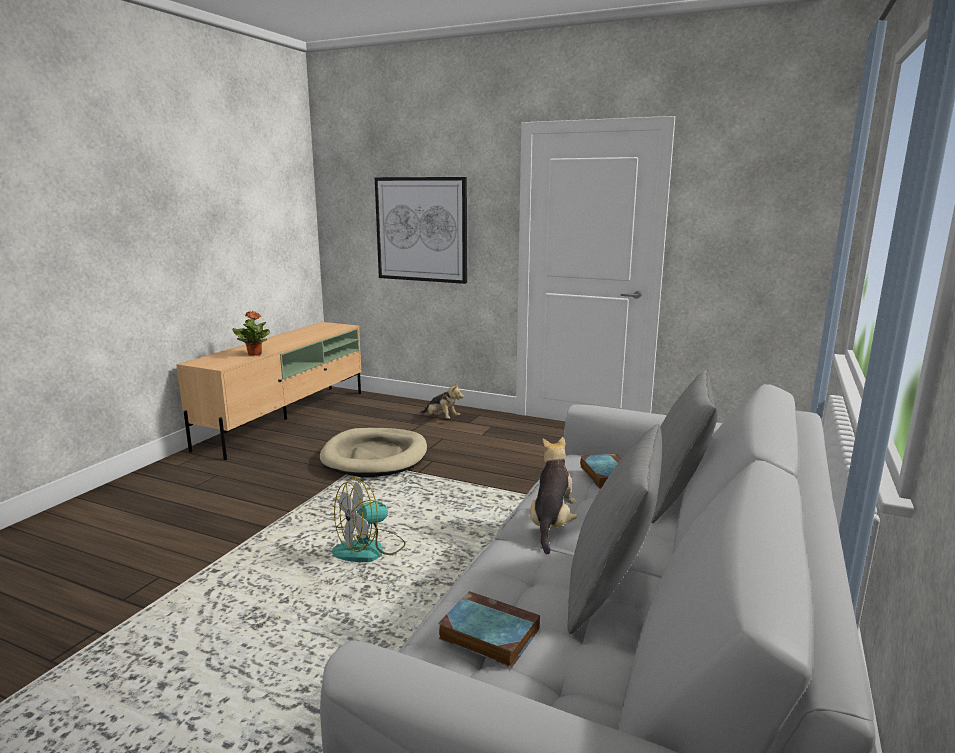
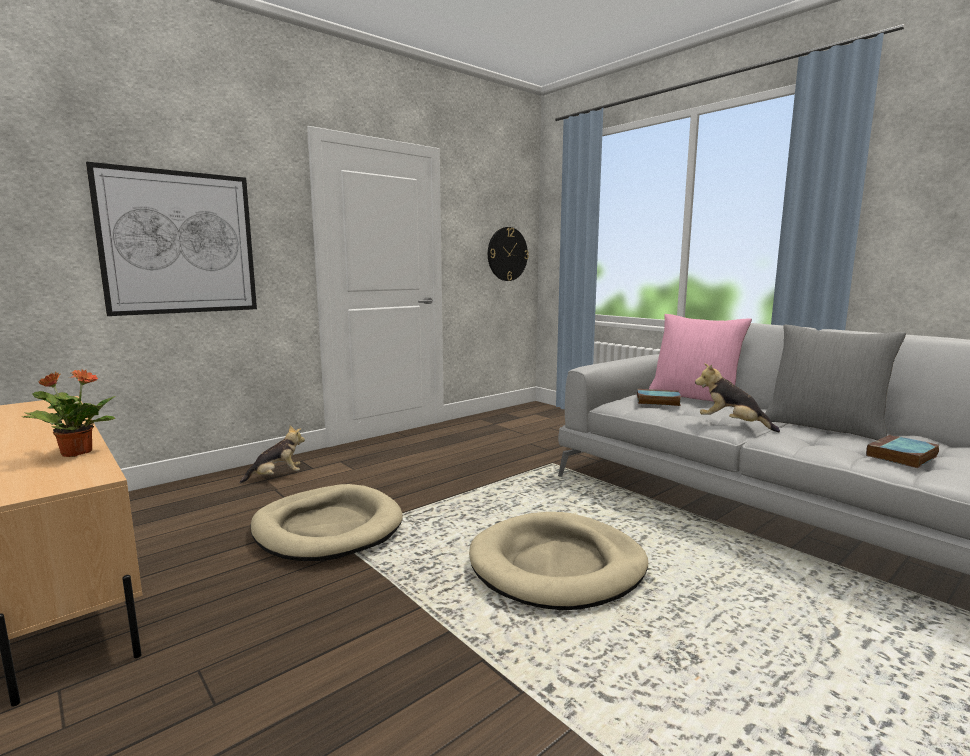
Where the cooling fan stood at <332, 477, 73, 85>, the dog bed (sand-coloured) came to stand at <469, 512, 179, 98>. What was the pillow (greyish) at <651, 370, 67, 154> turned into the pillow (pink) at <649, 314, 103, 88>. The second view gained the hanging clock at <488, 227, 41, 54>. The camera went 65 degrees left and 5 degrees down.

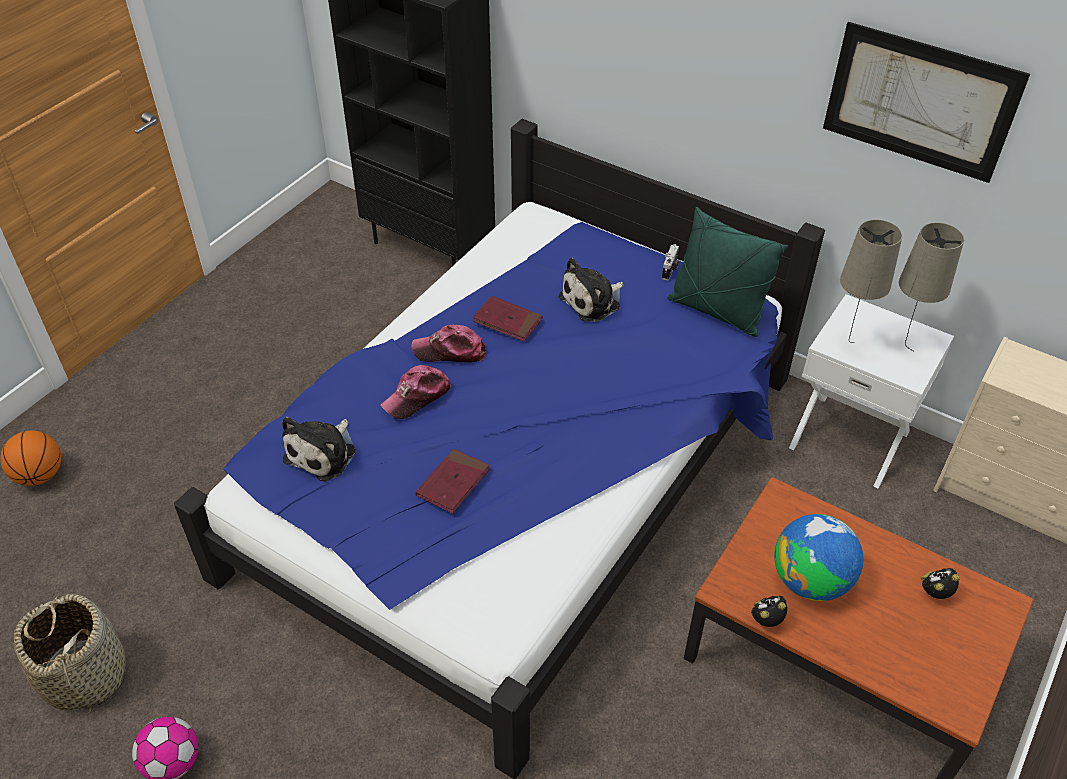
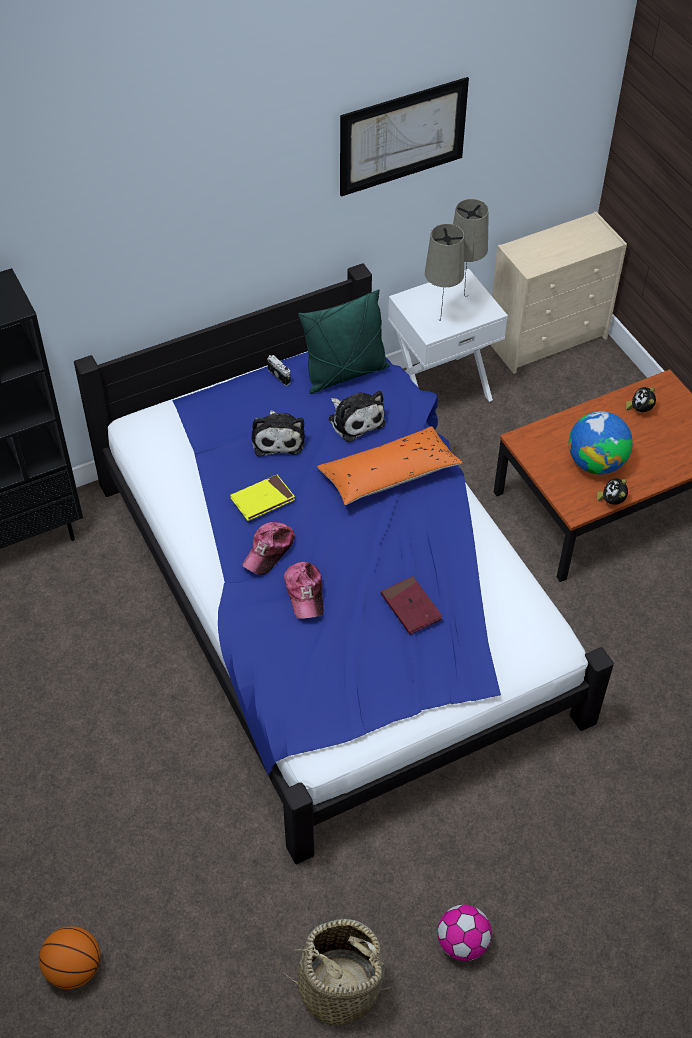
The plush toy ended up elsewhere, having gone from <282, 417, 74, 64> to <328, 391, 58, 51>. What was the book (reddish) at <473, 296, 70, 46> turned into the book (yellow) at <230, 475, 65, 46>. The second view gained the pillow (orangey) at <317, 426, 146, 79>. The camera went 60 degrees left and 5 degrees up.

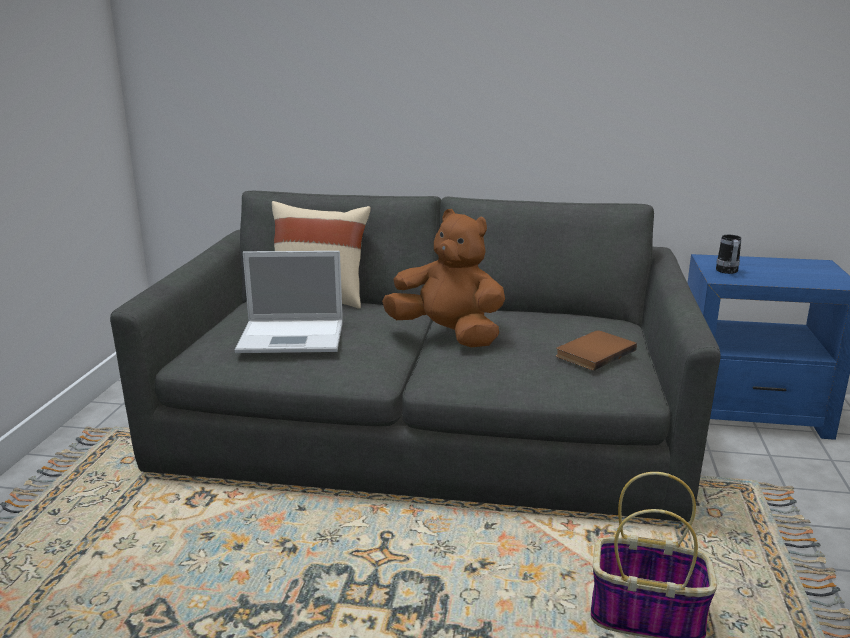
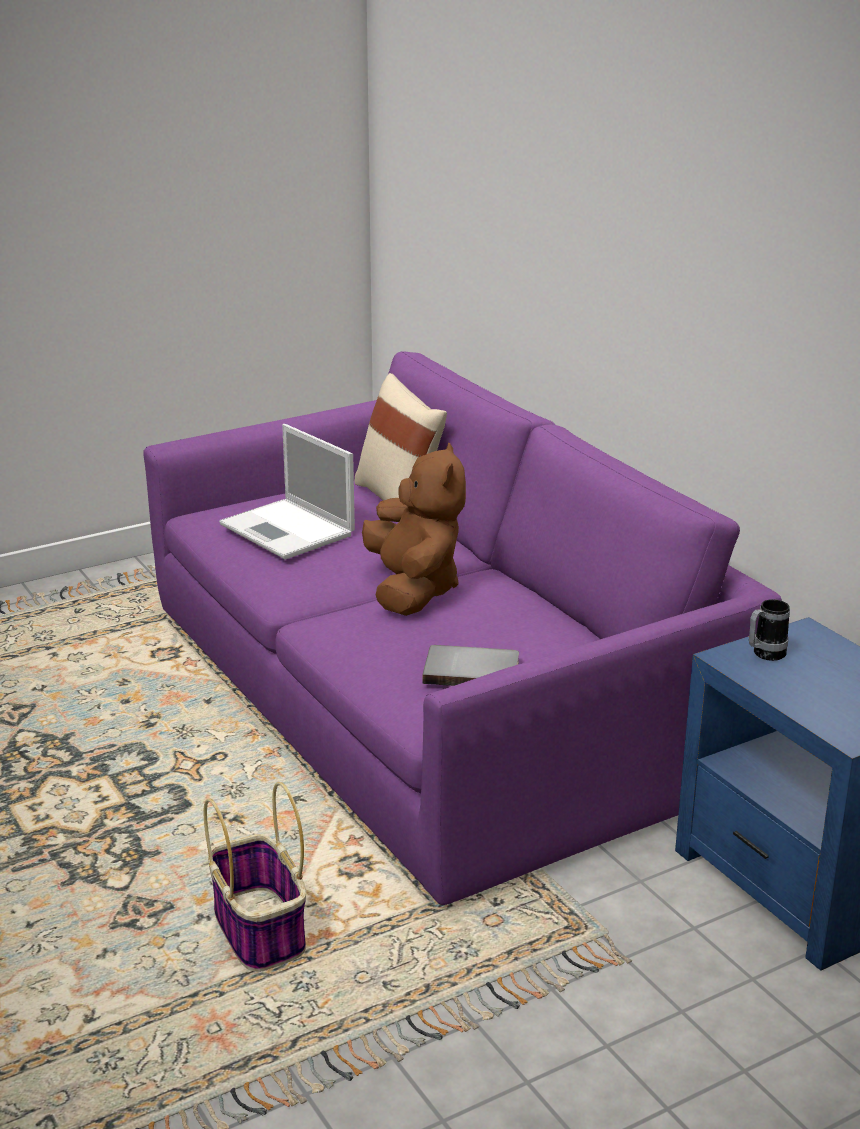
What was the settee (greyish) at <110, 191, 611, 331> turned into the settee (purple) at <143, 352, 639, 553>. What was the book (brown) at <556, 330, 81, 41> turned into the book (greyish) at <422, 645, 97, 41>. The camera went 50 degrees right and 5 degrees up.

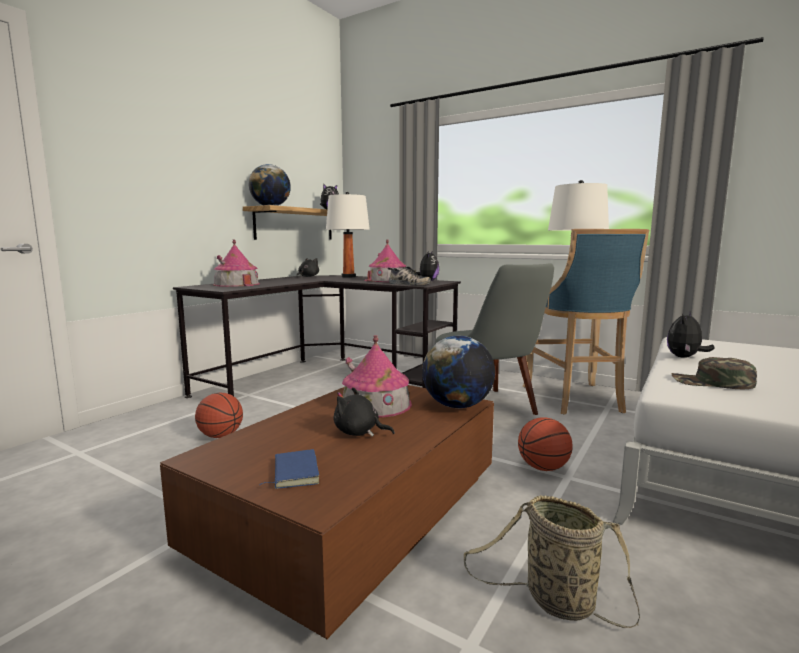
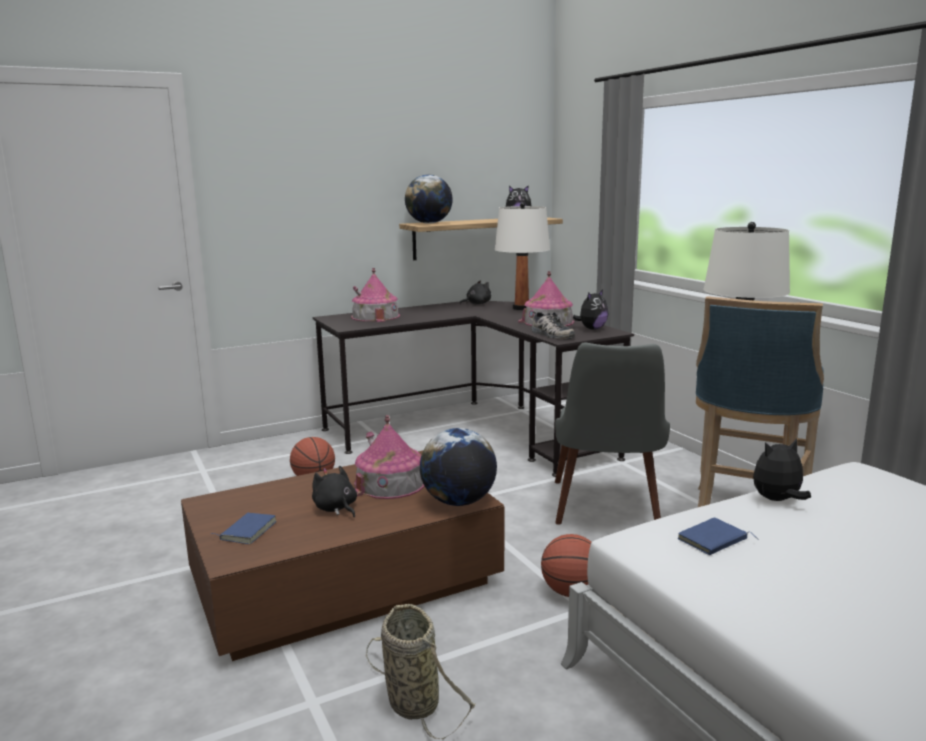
Where the peaked cap (green-coloured) stood at <672, 357, 85, 32>, the book (bluish) came to stand at <678, 517, 81, 38>. The camera went 30 degrees right and 5 degrees up.

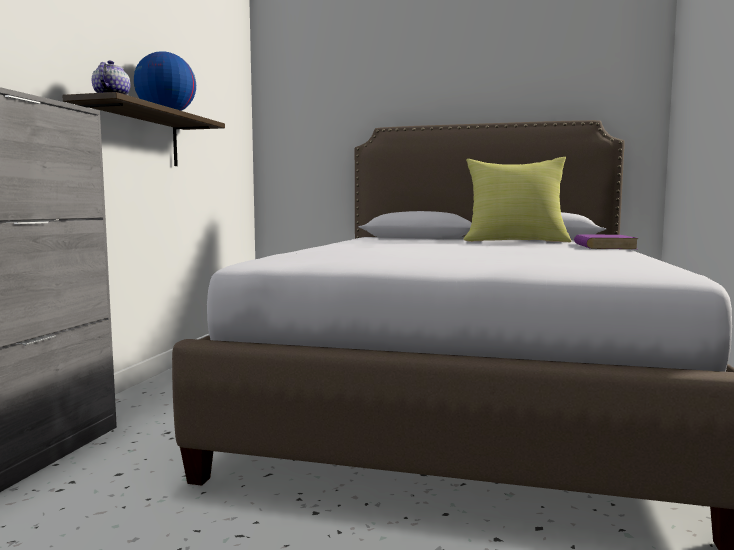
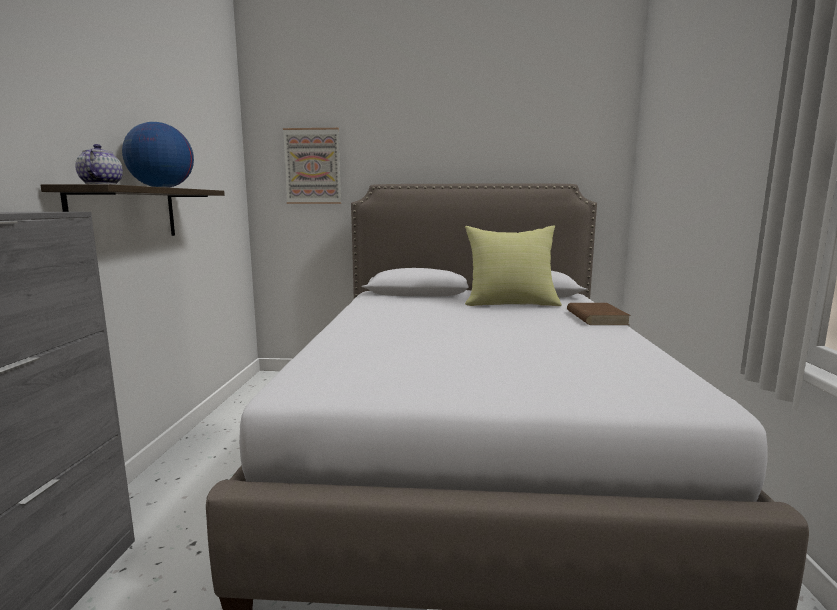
What was the book (purple) at <574, 234, 65, 15> turned into the book (brown) at <567, 303, 64, 22>. The second view gained the picture at <283, 128, 58, 76>. The camera went 10 degrees left and 5 degrees up.

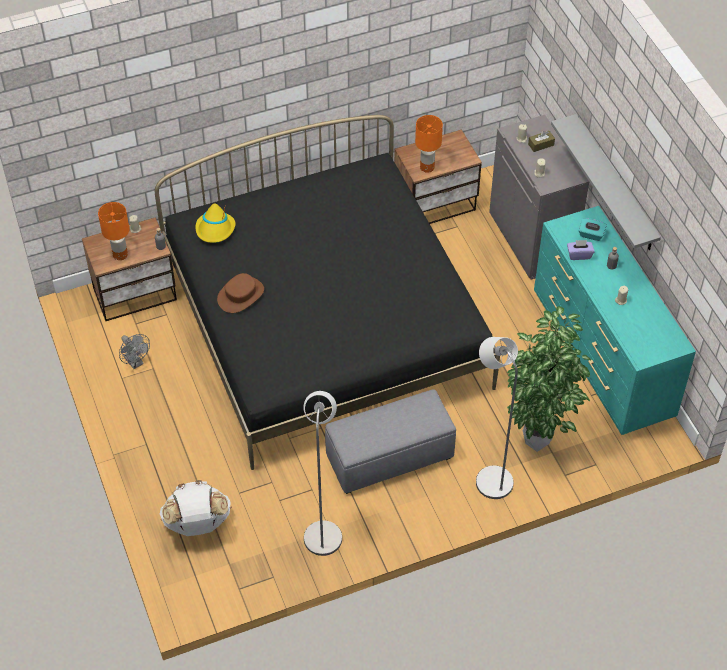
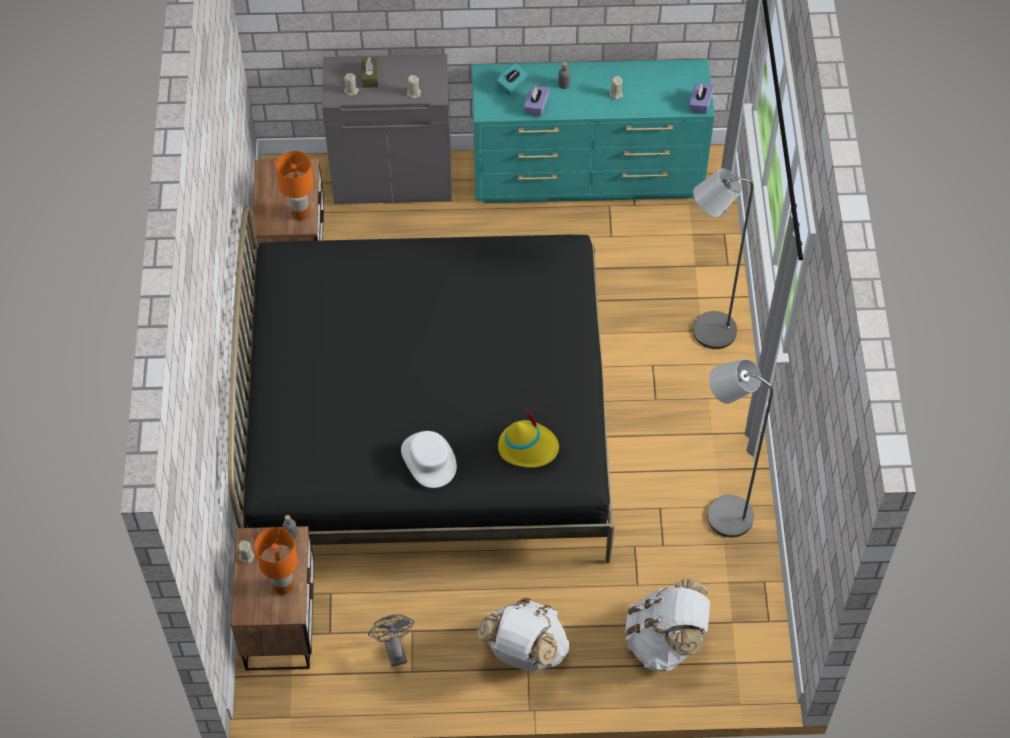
The cooling fan (greyish) at <119, 334, 31, 35> ended up facing another way, 90 degrees counterclockwise from before. The hat (yellow) ended up elsewhere, having gone from <196, 203, 39, 40> to <498, 410, 61, 58>. What was the hat (brown) at <217, 273, 47, 40> turned into the hat (whitish) at <401, 431, 56, 57>. The second view lost the ottoman (greyish) at <325, 389, 131, 105>. The second view lost the potted plant at <507, 306, 84, 146>. The second view lost the bracket shelf (greyish) at <551, 114, 110, 136>. The second view gained the backpack (whitish) at <478, 598, 91, 74>. The second view gained the box of tissues (purple) at <689, 83, 25, 31>. The camera went 70 degrees left and 5 degrees up.

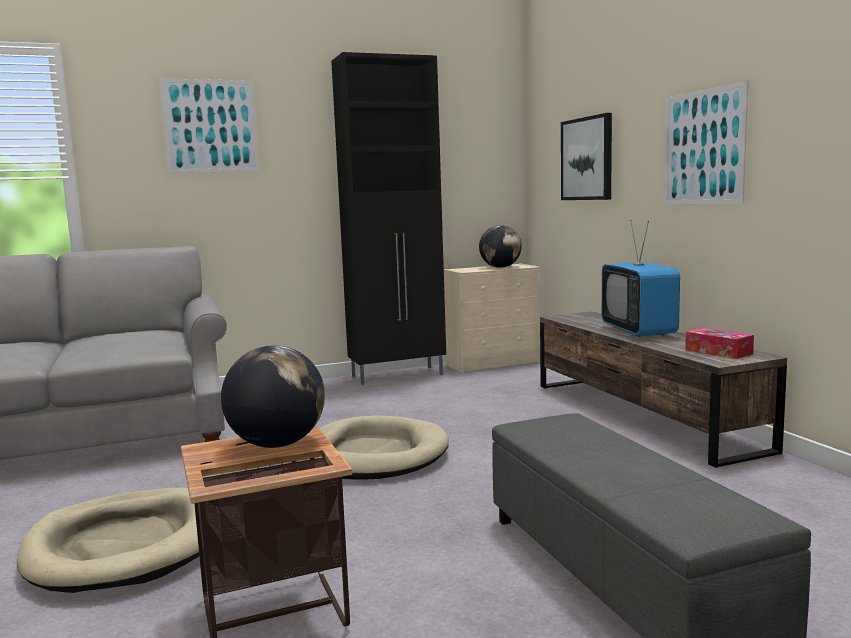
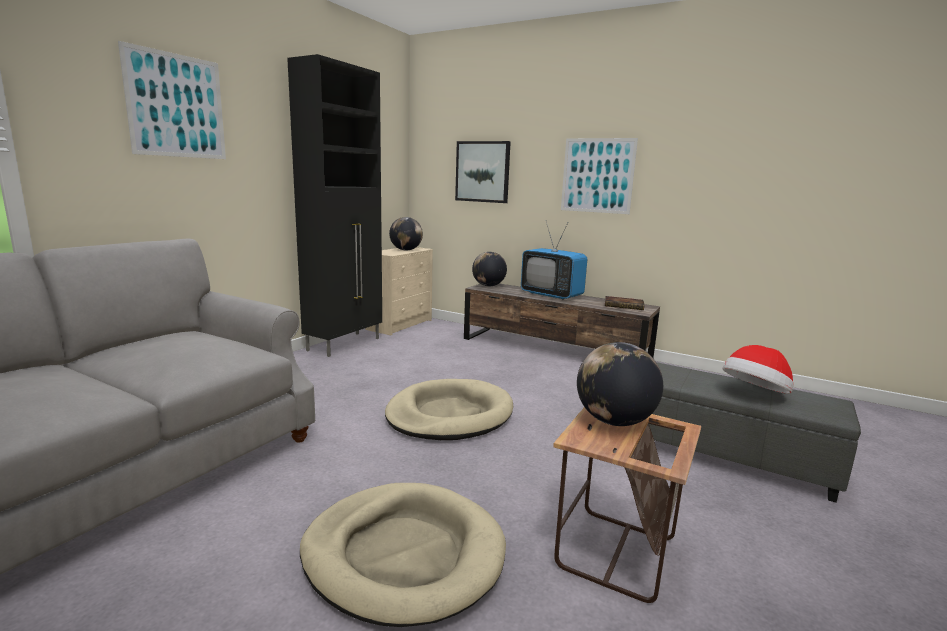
Where the box of tissues stood at <685, 328, 69, 31>, the book came to stand at <605, 296, 39, 14>. The second view gained the desk globe at <472, 252, 35, 34>. The second view gained the hat at <722, 345, 72, 49>. The camera went 40 degrees left and 5 degrees up.

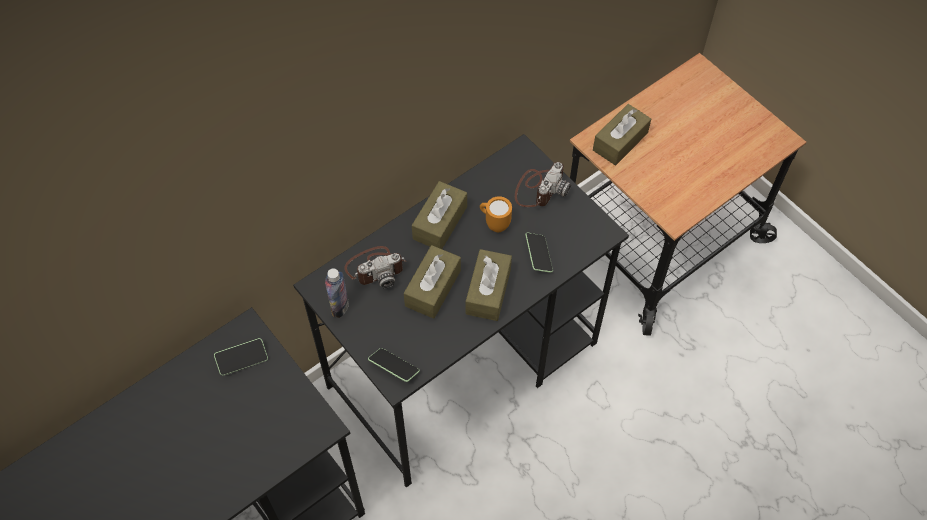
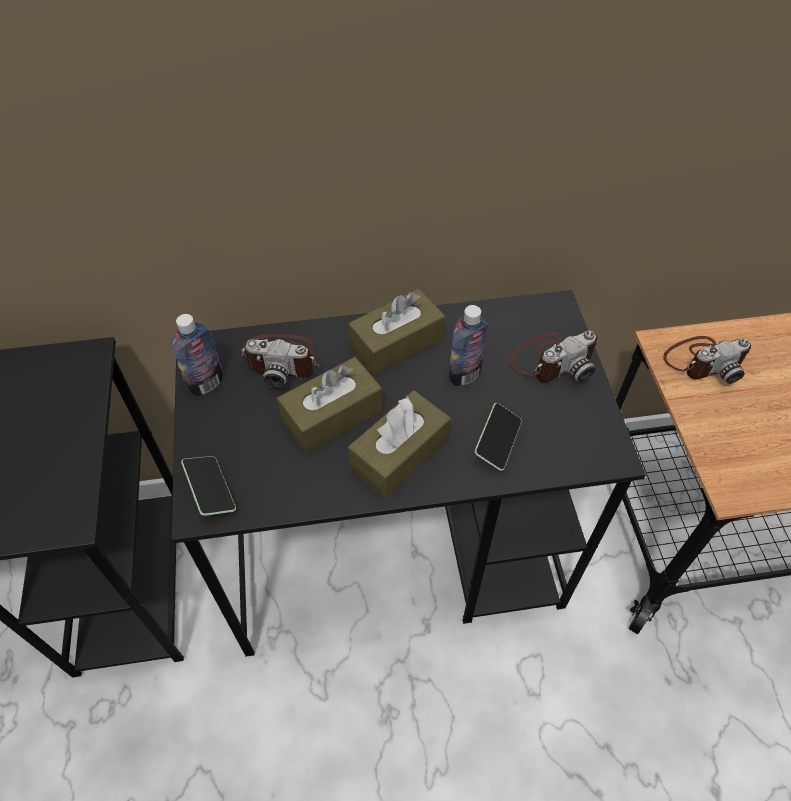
The second view lost the handset at <214, 338, 54, 38>. Where the mug (orangey) stood at <480, 196, 32, 36>, the drink bottle came to stand at <449, 305, 39, 81>. Where the box of tissues (brown) stood at <593, 104, 58, 61>, the still camera came to stand at <663, 336, 88, 48>. The camera went 30 degrees right and 5 degrees down.

